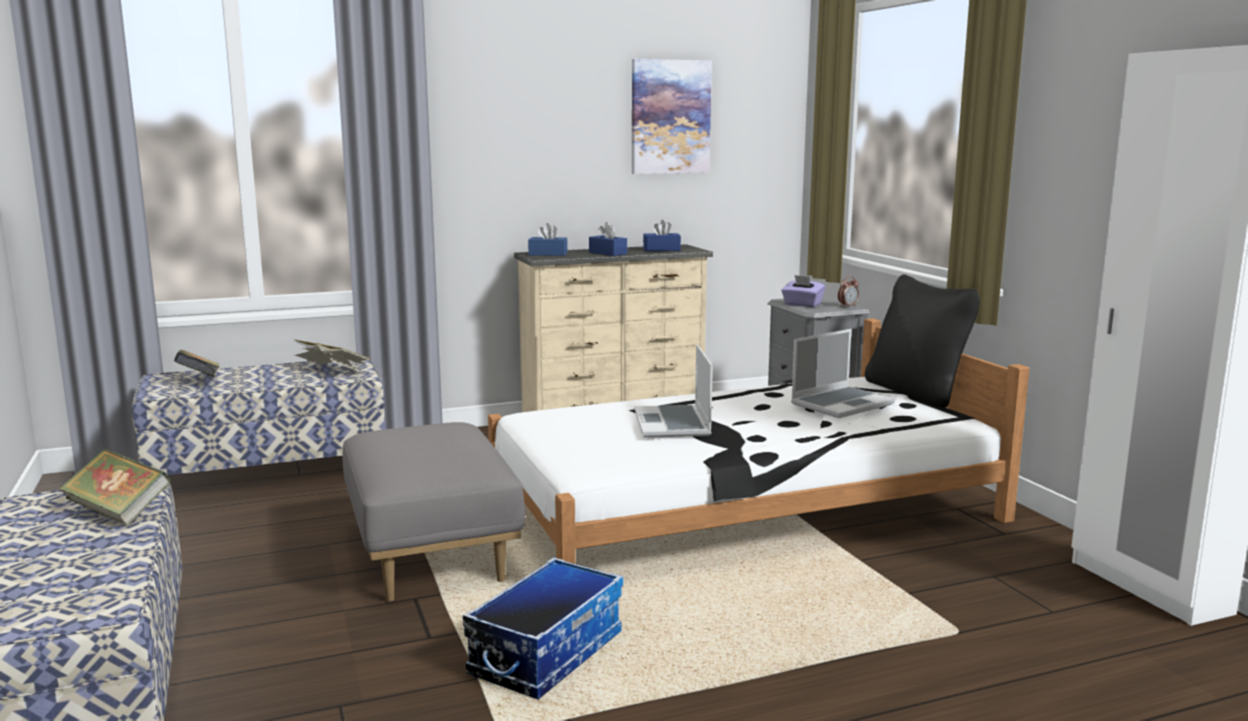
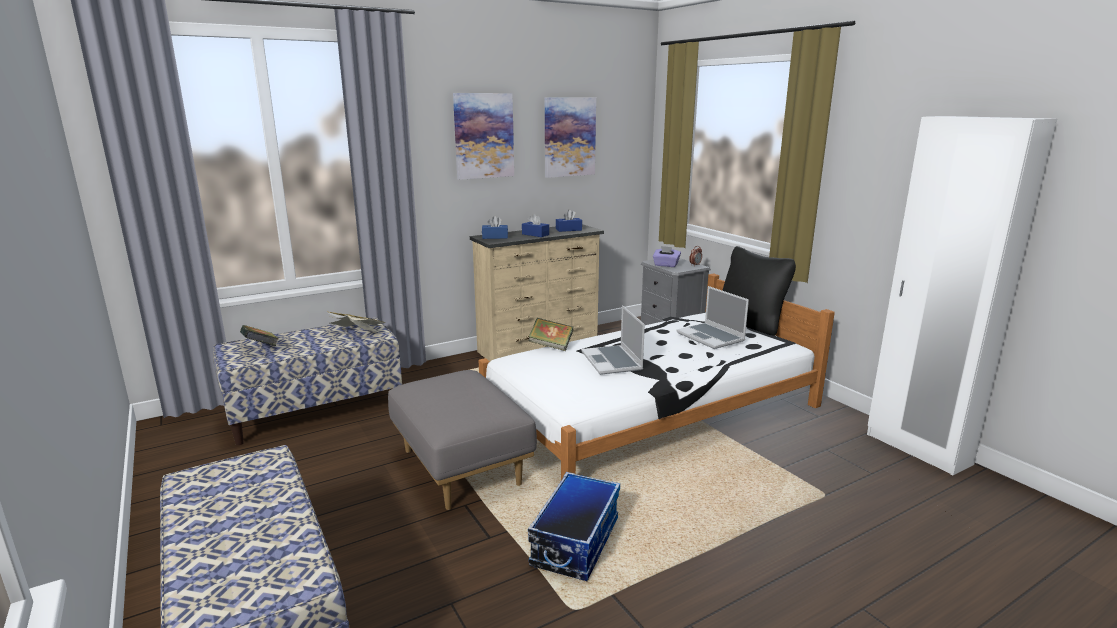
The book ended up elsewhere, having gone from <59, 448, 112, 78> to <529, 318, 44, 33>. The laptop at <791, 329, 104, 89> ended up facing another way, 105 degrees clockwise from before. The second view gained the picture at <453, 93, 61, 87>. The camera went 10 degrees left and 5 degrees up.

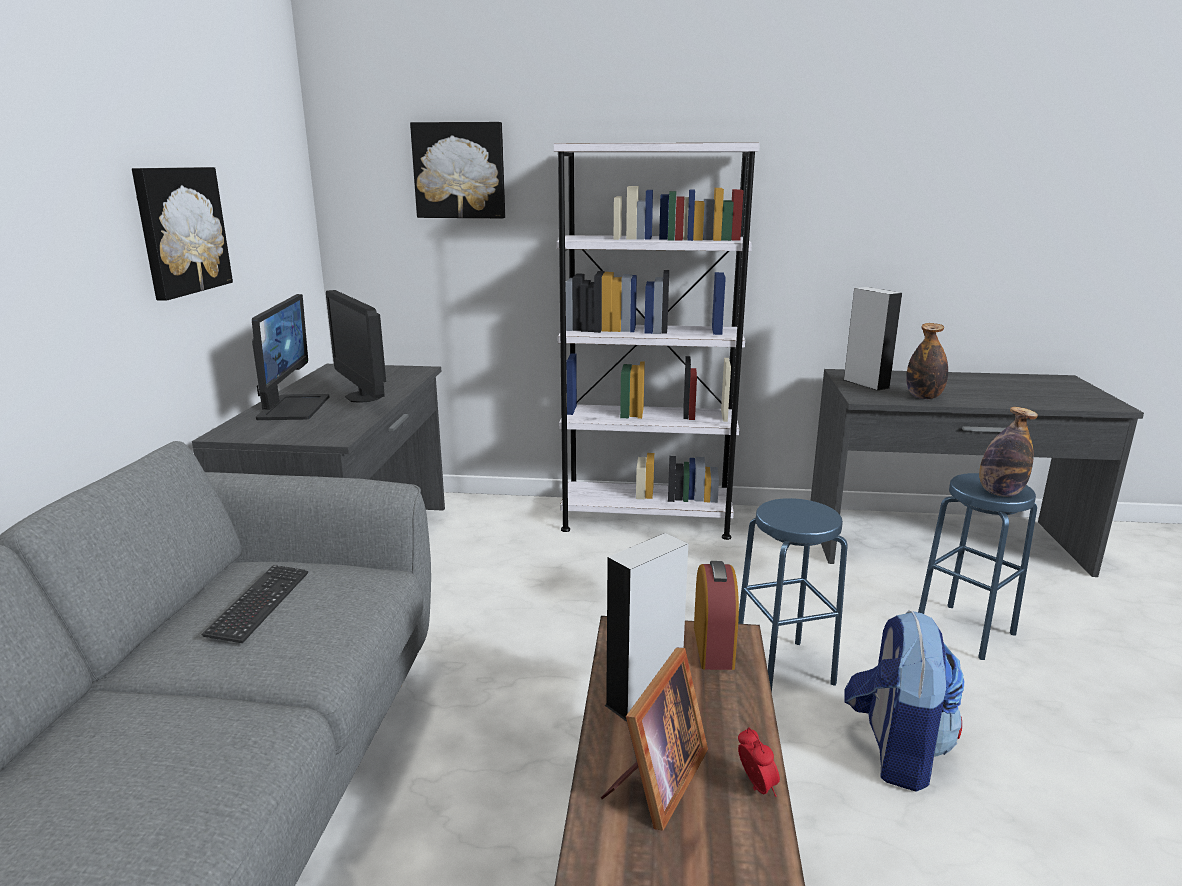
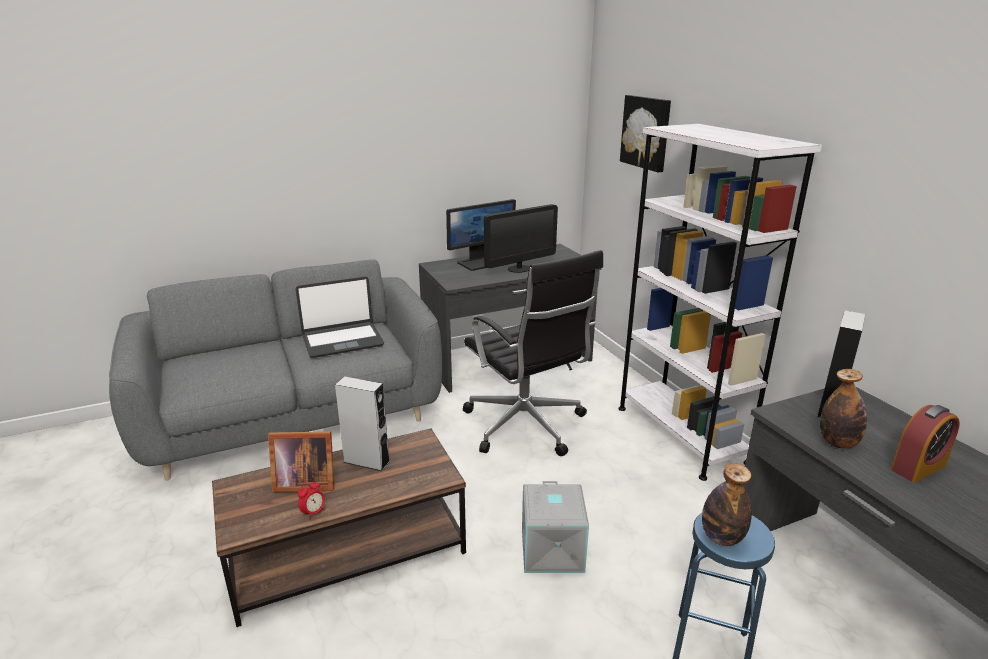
The second view lost the picture at <132, 167, 101, 134>. Where the computer keyboard stood at <201, 565, 107, 78>, the laptop came to stand at <296, 277, 88, 81>. The monitor at <326, 290, 60, 113> ended up facing another way, 150 degrees counterclockwise from before. The bedside clock ended up elsewhere, having gone from <694, 561, 45, 109> to <891, 405, 69, 77>. Where the stool seat (bluish) stood at <738, 498, 110, 194>, the storage container (greyish) came to stand at <522, 481, 67, 92>. The second view lost the backpack at <844, 610, 120, 182>. The second view gained the computer chair (blackish) at <463, 250, 140, 206>. The camera went 60 degrees right and 5 degrees up.

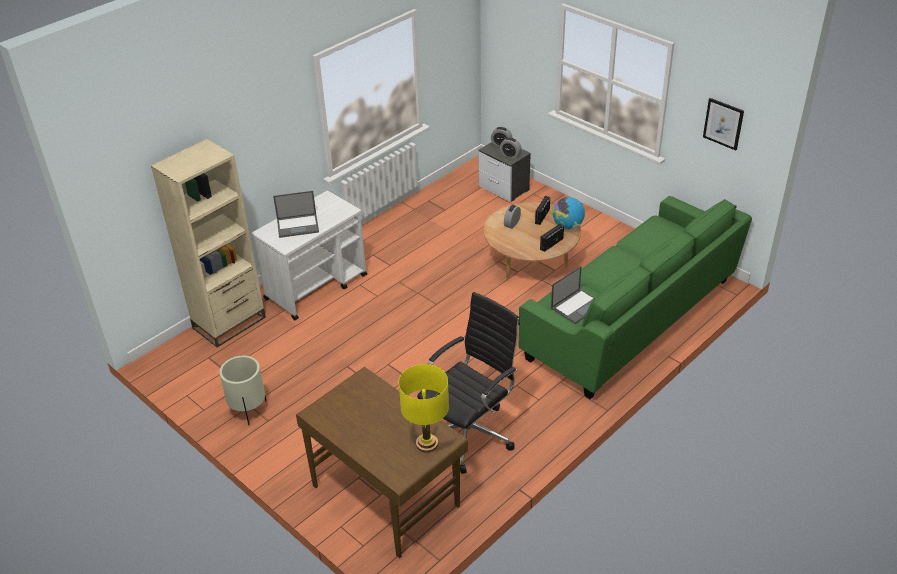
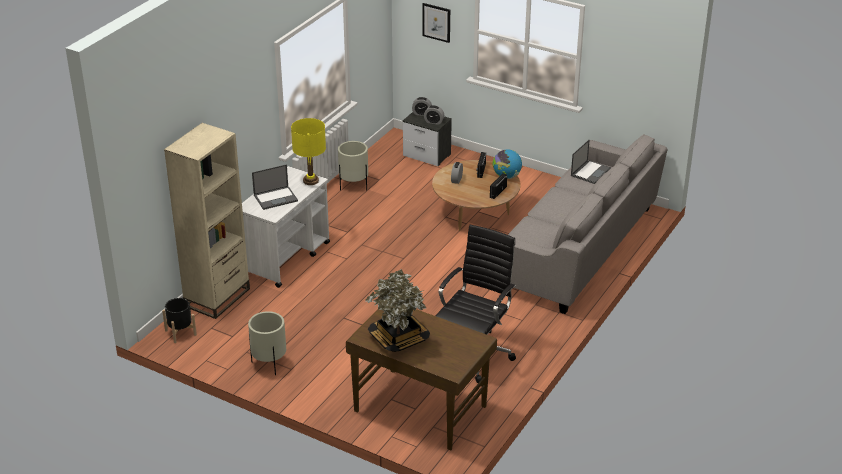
The tabletop lamp (yellow) ended up elsewhere, having gone from <399, 364, 50, 89> to <291, 118, 35, 67>. What was the settee (green-coloured) at <519, 196, 233, 203> turned into the settee (greyish) at <508, 134, 160, 180>. The laptop ended up elsewhere, having gone from <551, 266, 44, 58> to <571, 140, 40, 44>. The picture ended up elsewhere, having gone from <703, 98, 41, 53> to <422, 3, 28, 40>. The second view gained the planter (blackish) at <162, 298, 35, 45>. The second view gained the planter (sand-coloured) at <338, 141, 30, 50>. The second view gained the potted plant at <365, 269, 65, 83>. The camera went 15 degrees left and 5 degrees down.

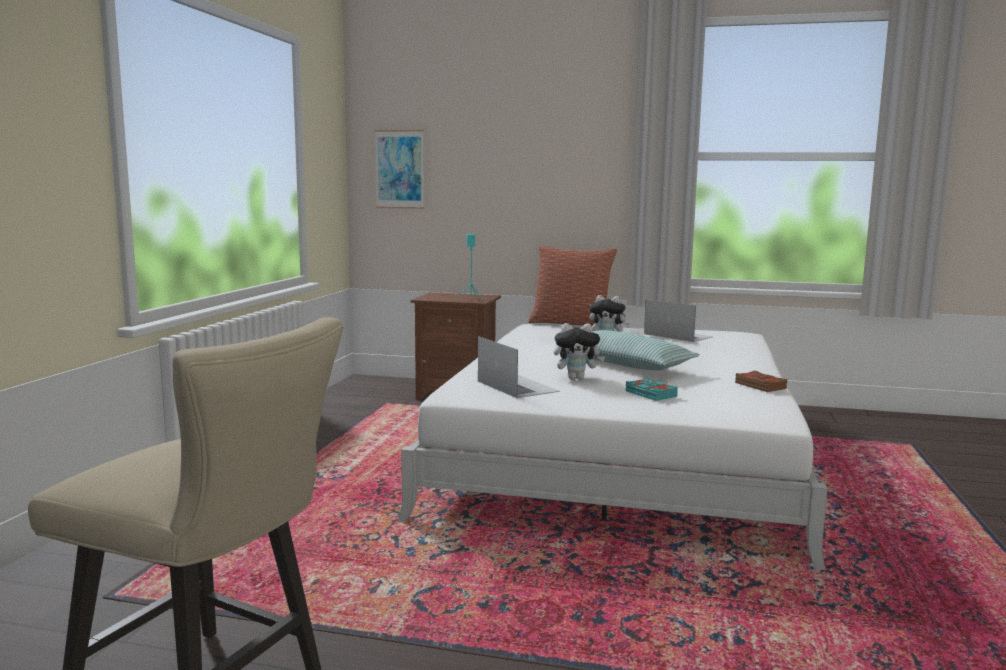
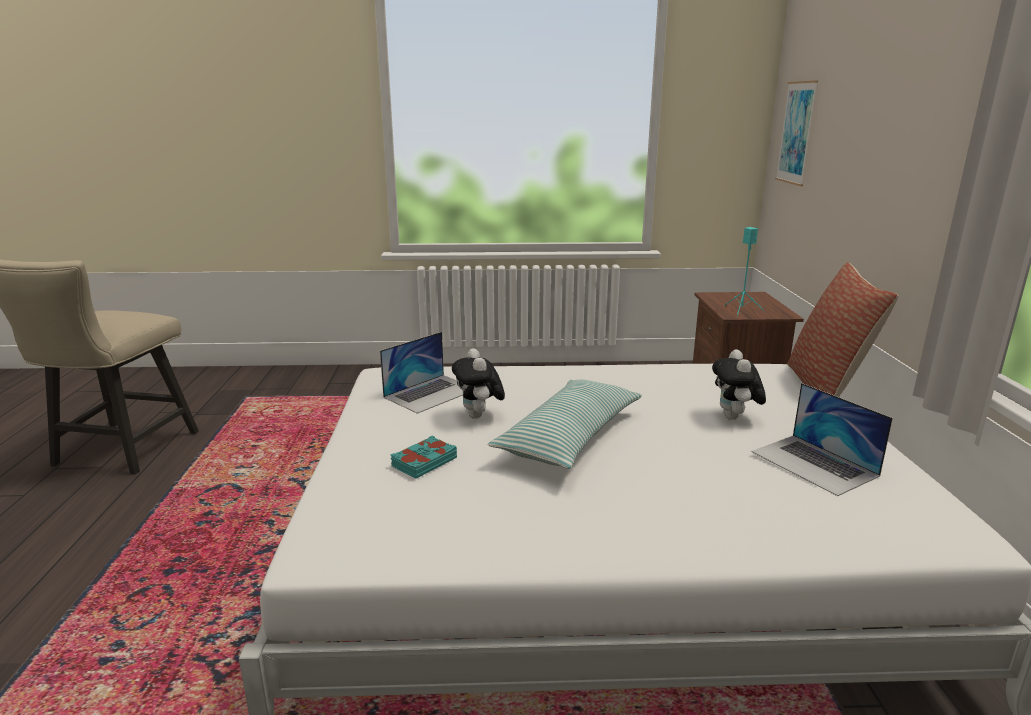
The laptop at <644, 299, 69, 43> ended up facing another way, 120 degrees clockwise from before. The second view lost the book (brown) at <735, 371, 53, 21>. The camera went 75 degrees right and 10 degrees up.

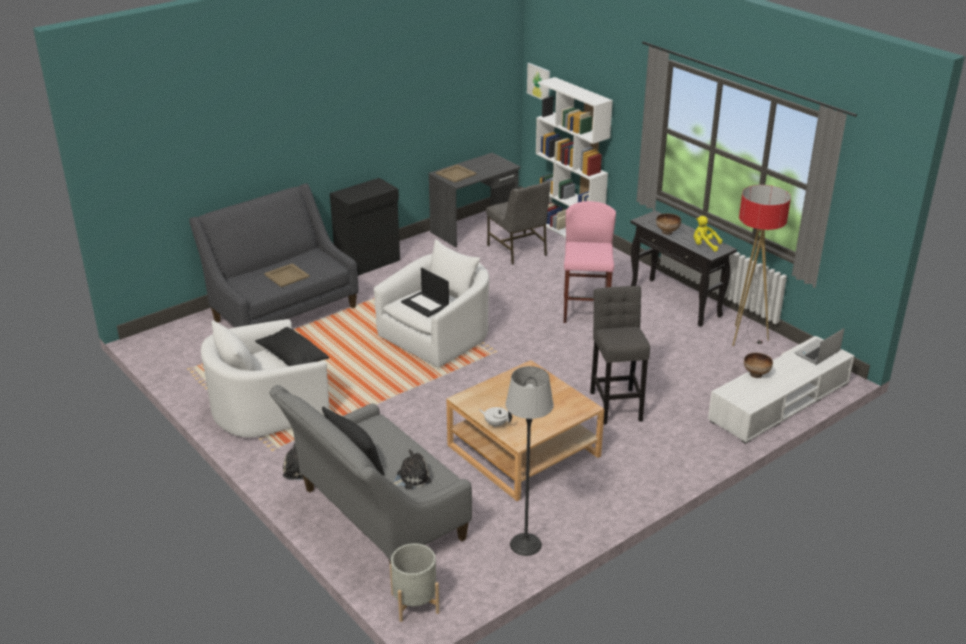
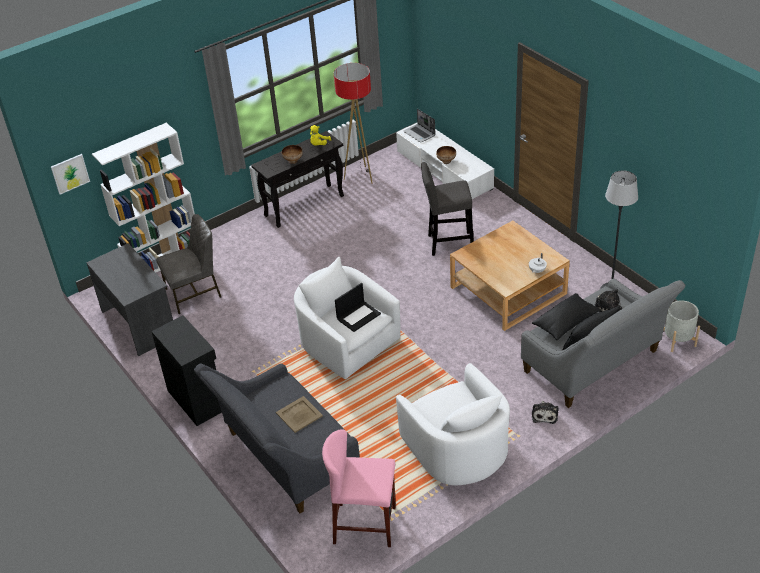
The pillow (blackish) ended up elsewhere, having gone from <255, 327, 74, 39> to <532, 293, 69, 47>. The second view lost the tray (sand-coloured) at <436, 164, 41, 19>. The stool seat (pink) ended up elsewhere, having gone from <564, 201, 52, 122> to <322, 429, 74, 118>. The camera went 85 degrees left and 10 degrees up.

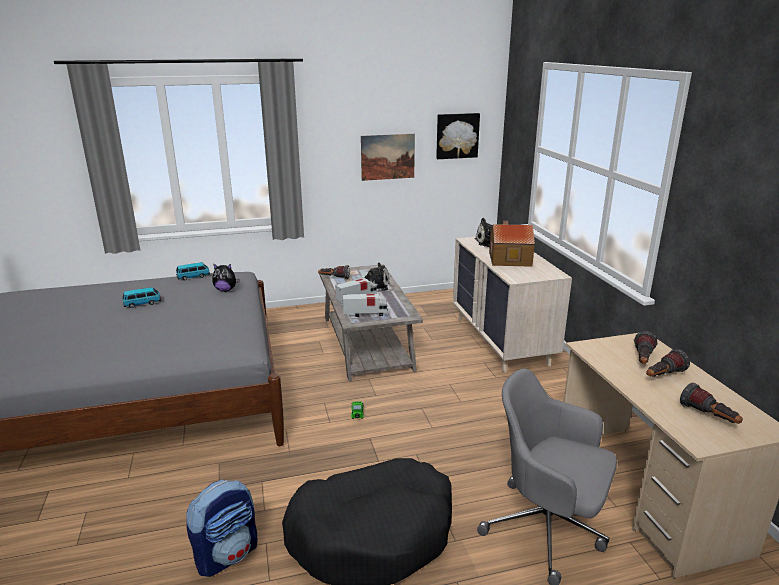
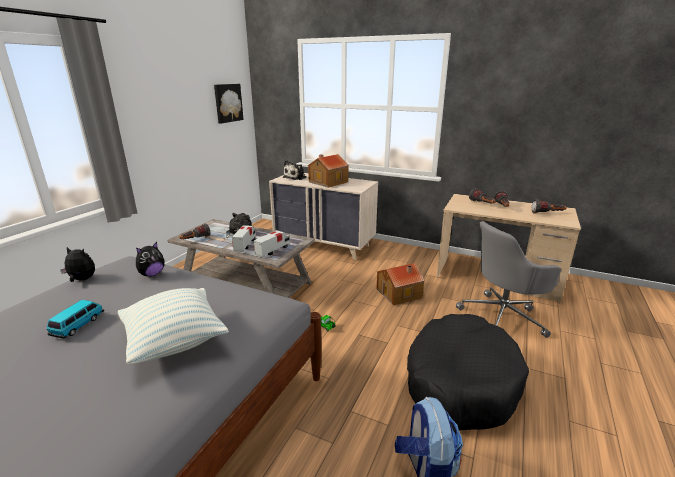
Where the miniature car stood at <176, 262, 34, 19>, the plush toy came to stand at <60, 247, 35, 35>. The second view lost the picture at <361, 134, 54, 47>. The second view gained the pillow at <118, 288, 111, 76>. The second view gained the miniature house at <376, 263, 49, 43>. The camera went 50 degrees left and 0 degrees up.

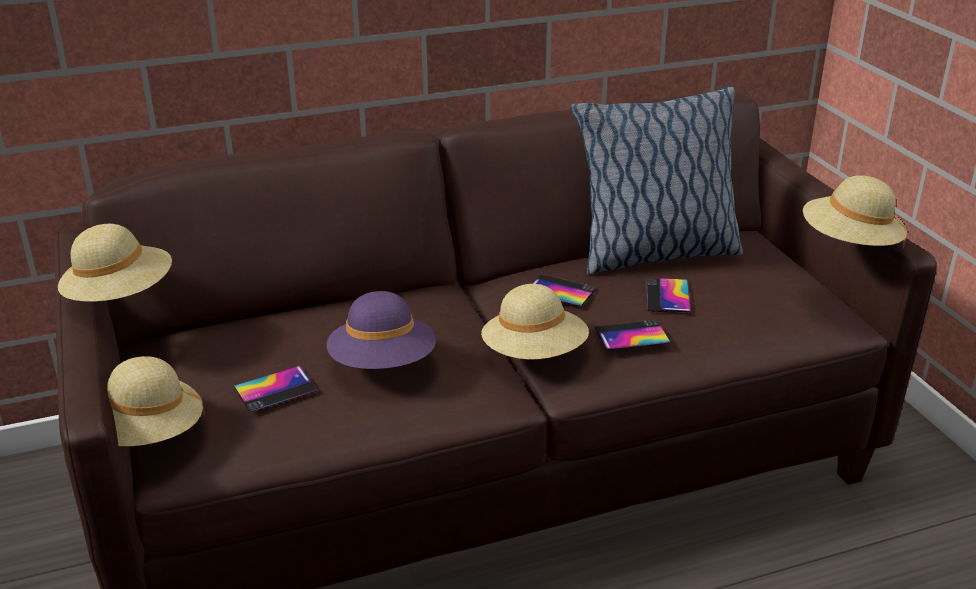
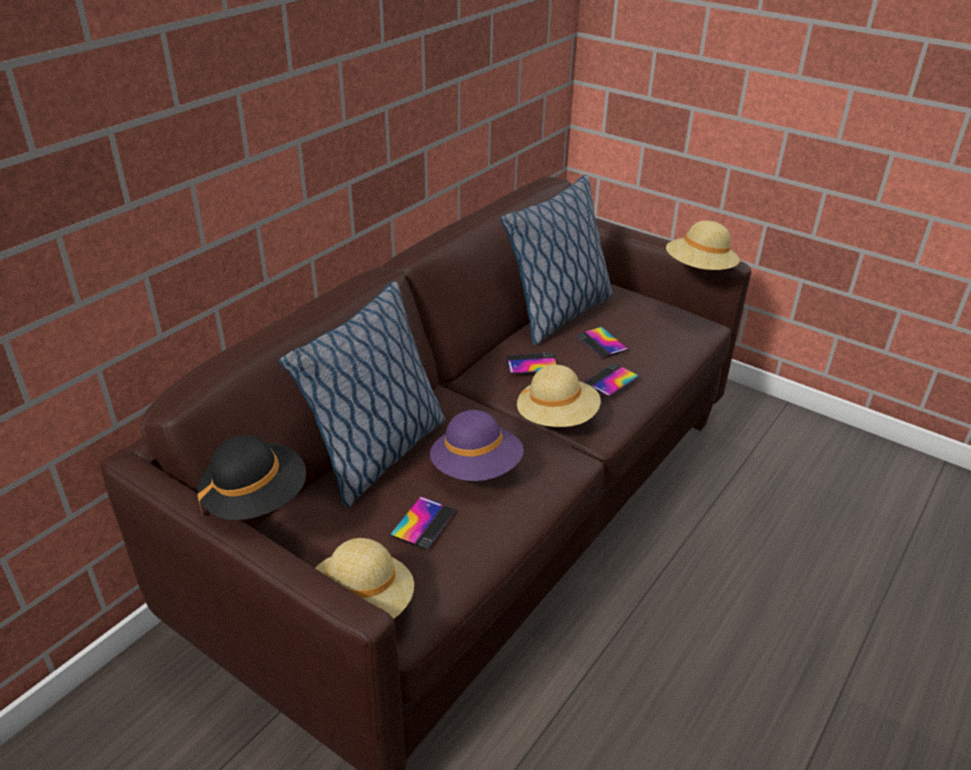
What was the hat (sand-coloured) at <58, 224, 114, 78> turned into the hat (blackish) at <198, 435, 108, 85>. The second view gained the pillow at <279, 281, 166, 227>. The camera went 35 degrees left and 5 degrees up.

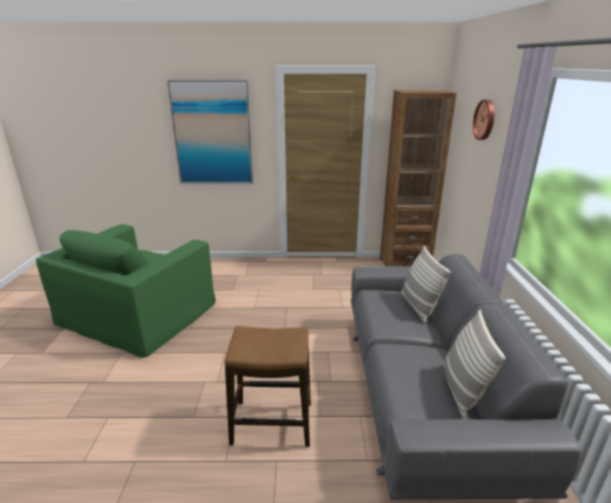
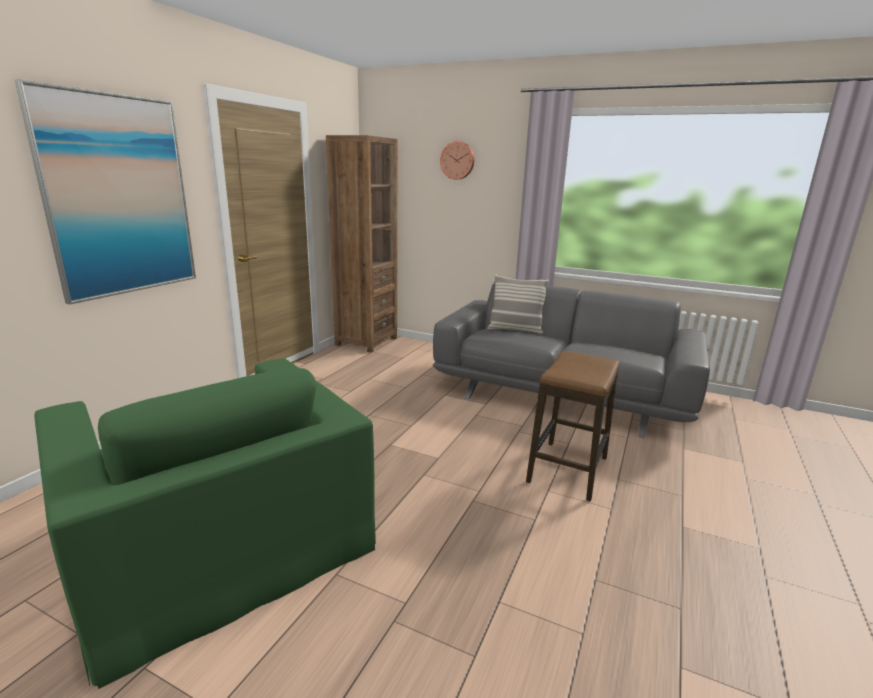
The second view lost the pillow at <443, 310, 63, 107>. The camera went 65 degrees left and 5 degrees down.

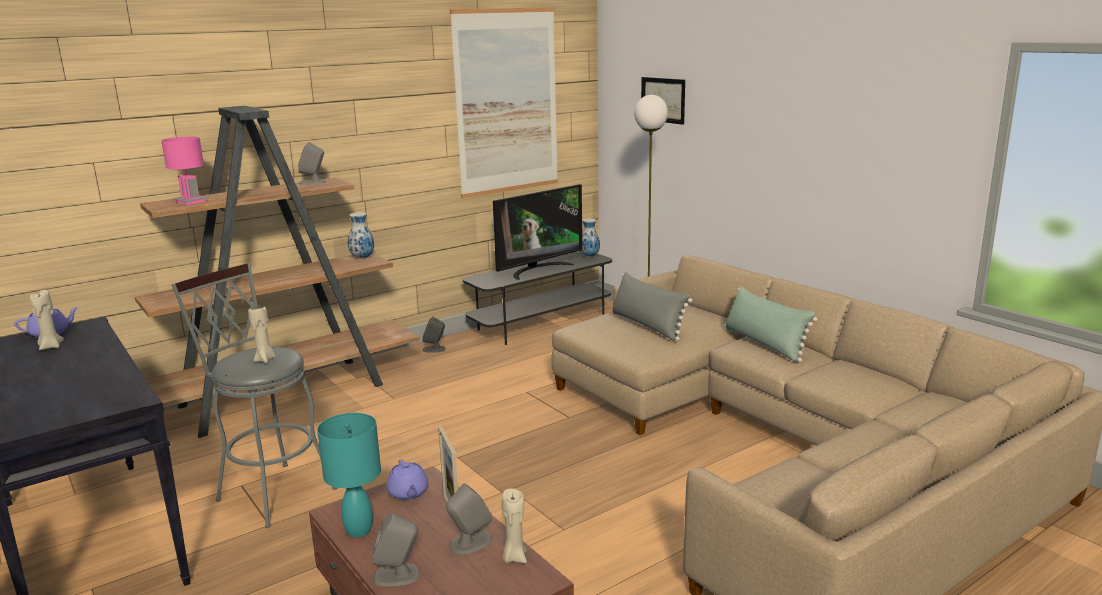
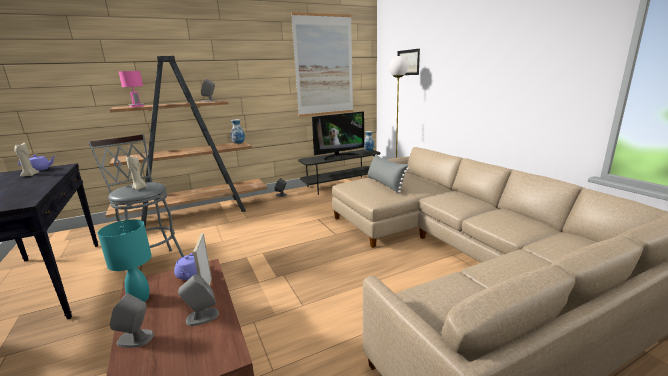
The second view lost the candle (sand-coloured) at <502, 488, 25, 75>. The second view lost the pillow (green-coloured) at <724, 286, 94, 76>. The camera went 10 degrees right and 0 degrees up.

